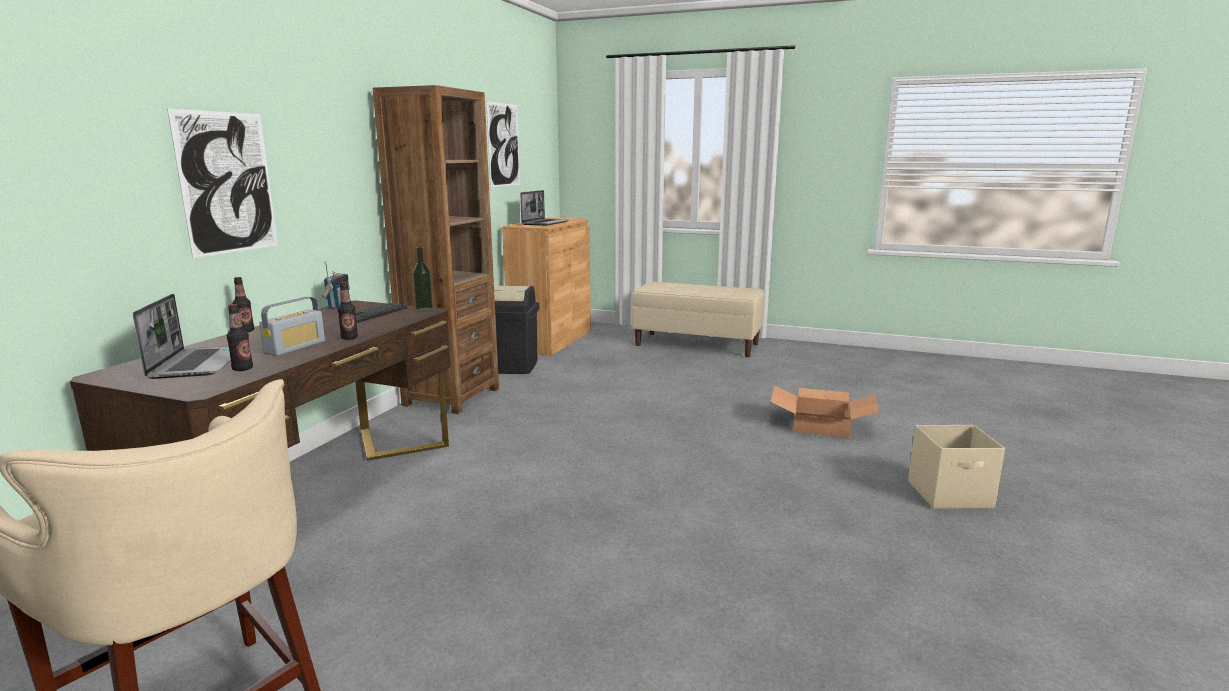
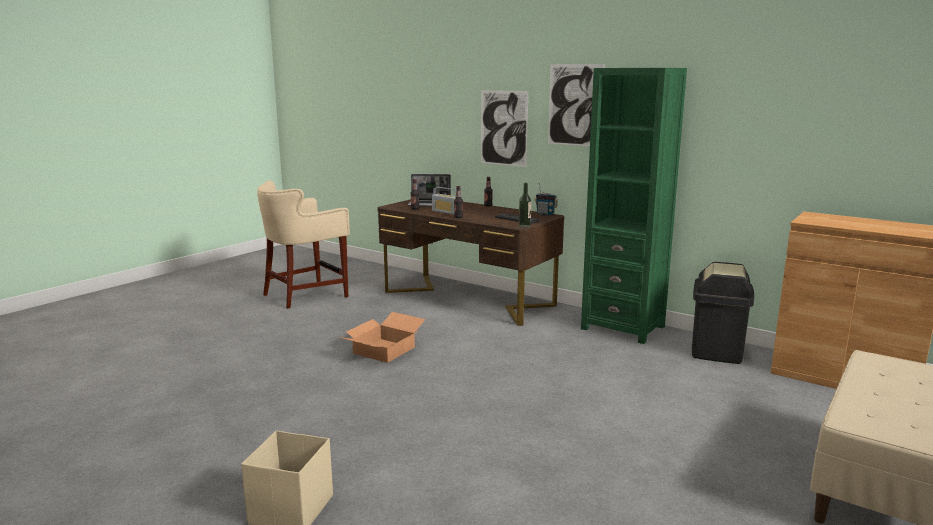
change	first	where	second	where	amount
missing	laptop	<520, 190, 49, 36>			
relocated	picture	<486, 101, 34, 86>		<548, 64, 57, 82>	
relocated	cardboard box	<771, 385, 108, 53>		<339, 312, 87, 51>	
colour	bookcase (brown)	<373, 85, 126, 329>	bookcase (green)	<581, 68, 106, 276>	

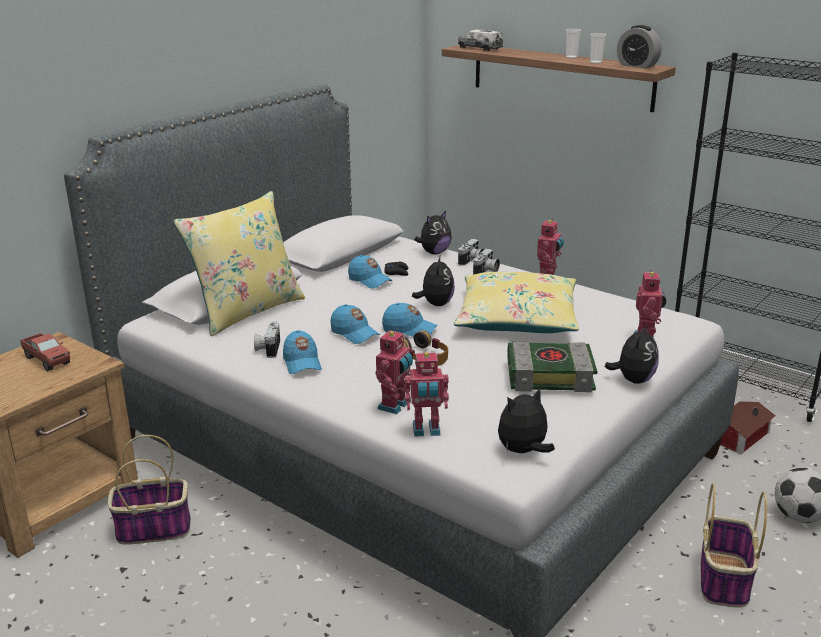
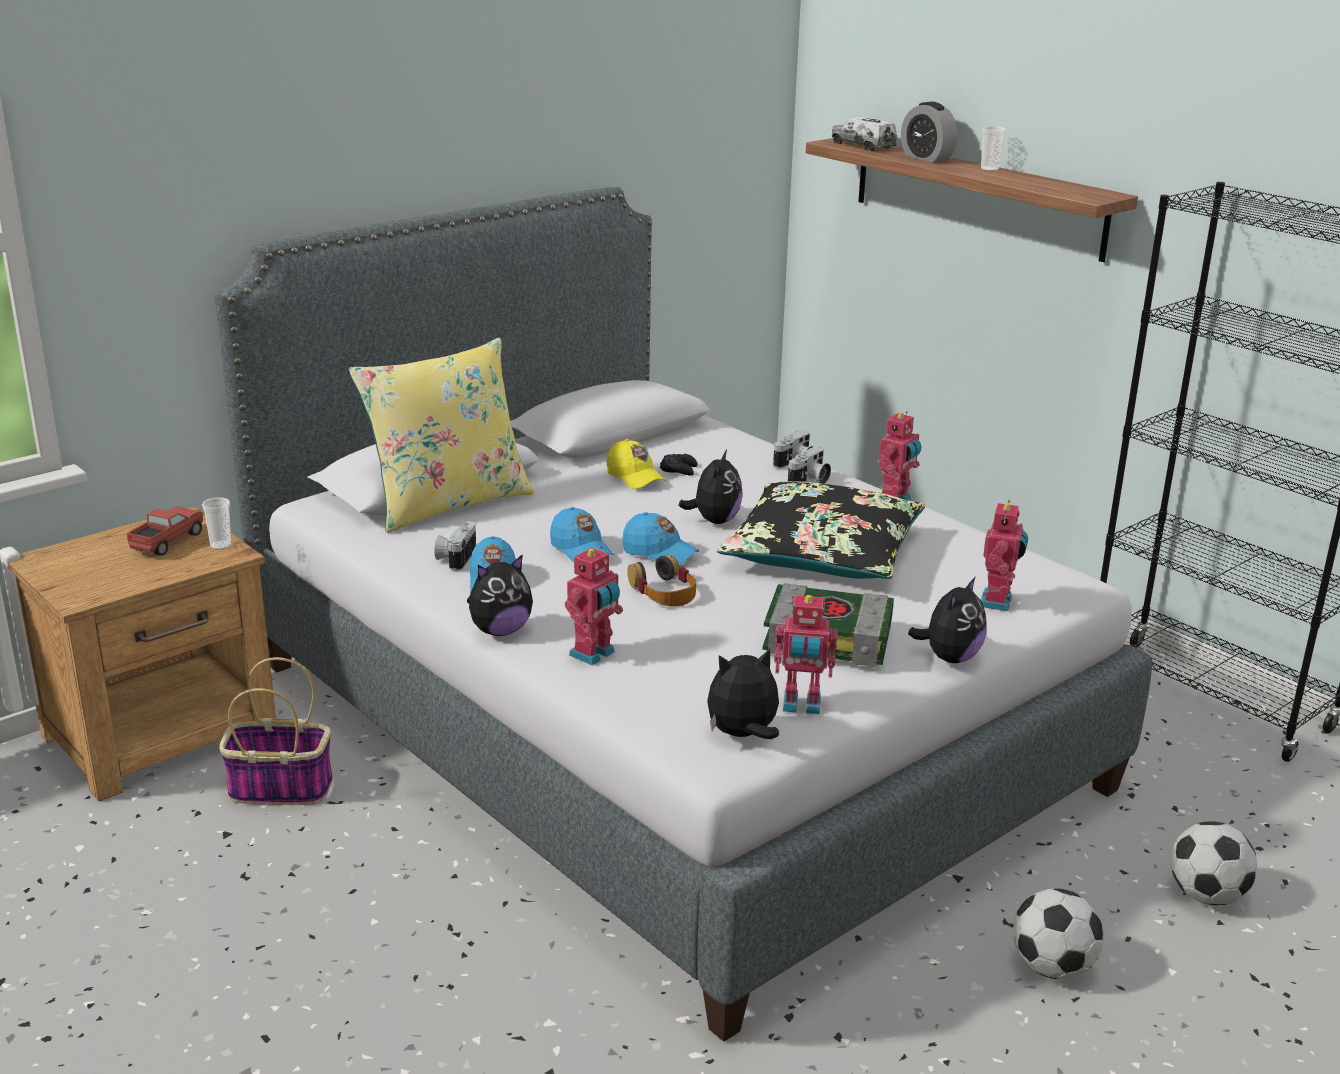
change	first	where	second	where	amount
missing	toy house	<720, 401, 56, 53>			
relocated	toy robot	<404, 352, 45, 85>		<774, 595, 64, 119>	
relocated	plush toy	<414, 211, 38, 43>		<467, 554, 66, 82>	
relocated	cup	<590, 33, 16, 31>		<202, 497, 30, 53>	
relocated	alarm clock	<617, 25, 45, 44>		<901, 102, 57, 61>	
exchanged	basket	<701, 483, 66, 125>	football	<1013, 888, 90, 91>	
colour	cap (blue)	<348, 255, 45, 34>	cap (yellow)	<607, 439, 59, 50>	
colour	pillow (yellow)	<454, 272, 125, 61>	pillow (black)	<717, 481, 208, 98>	
spun	toy truck	<20, 333, 50, 38>		<127, 506, 76, 50>	120 degrees counterclockwise

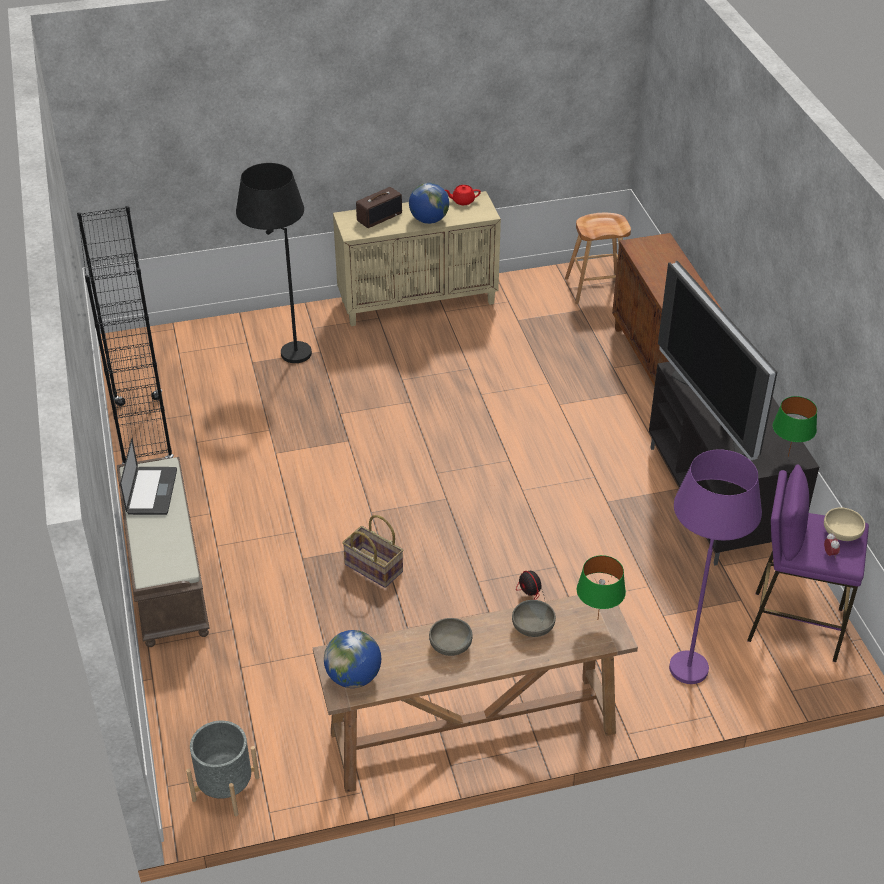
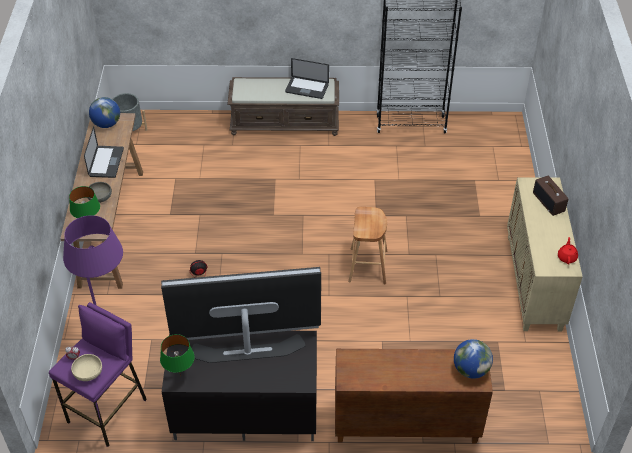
change	first	where	second	where	amount
missing	floor lamp (black)	<236, 163, 76, 200>			
missing	basket	<342, 515, 62, 73>			
relocated	globe	<409, 183, 40, 41>		<454, 339, 39, 40>	
relocated	stool (brown)	<565, 213, 66, 91>		<348, 207, 39, 78>	
exchanged	bowl (grey)	<429, 618, 44, 38>	laptop	<84, 126, 40, 52>	

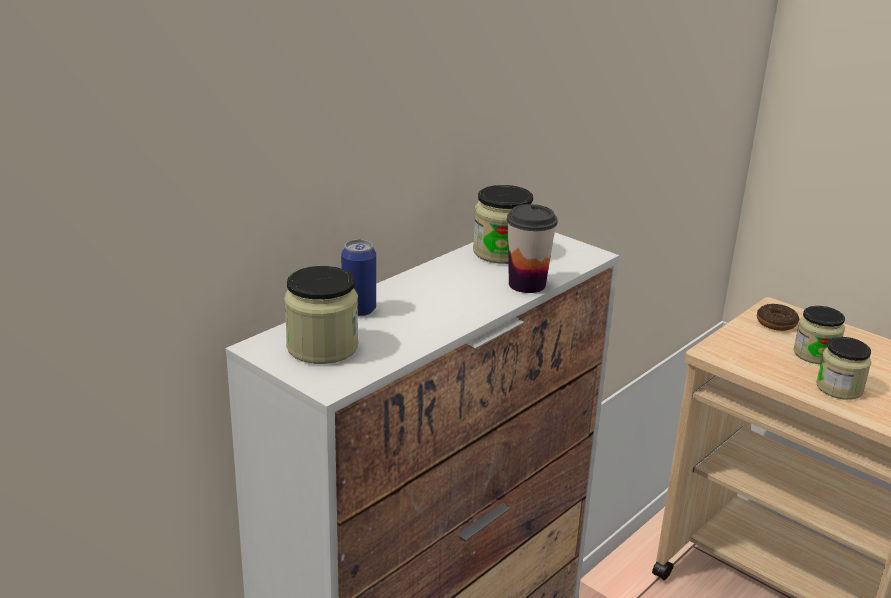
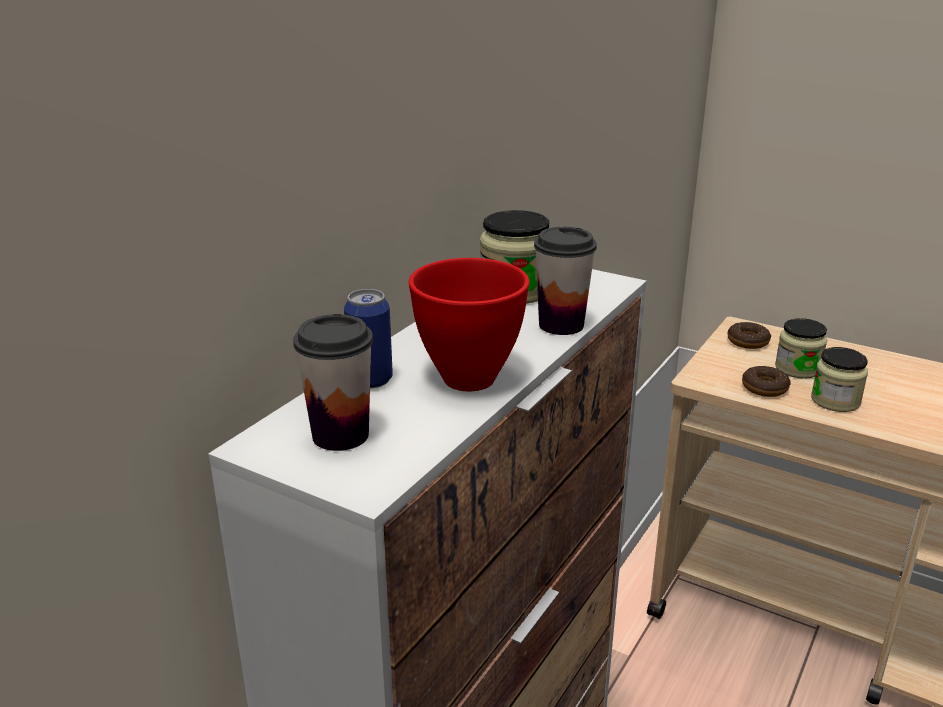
change	first	where	second	where	amount
appeared			bowl (red)	<409, 258, 120, 133>	
appeared			donut	<742, 366, 49, 31>	
exchanged	jar	<284, 266, 74, 98>	cup	<293, 314, 80, 137>	

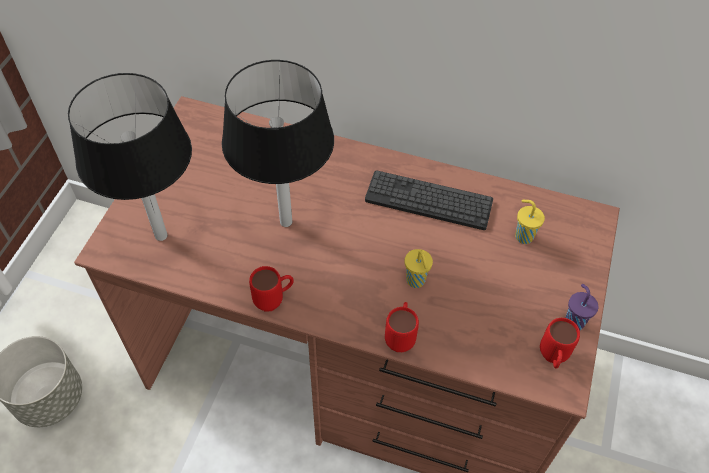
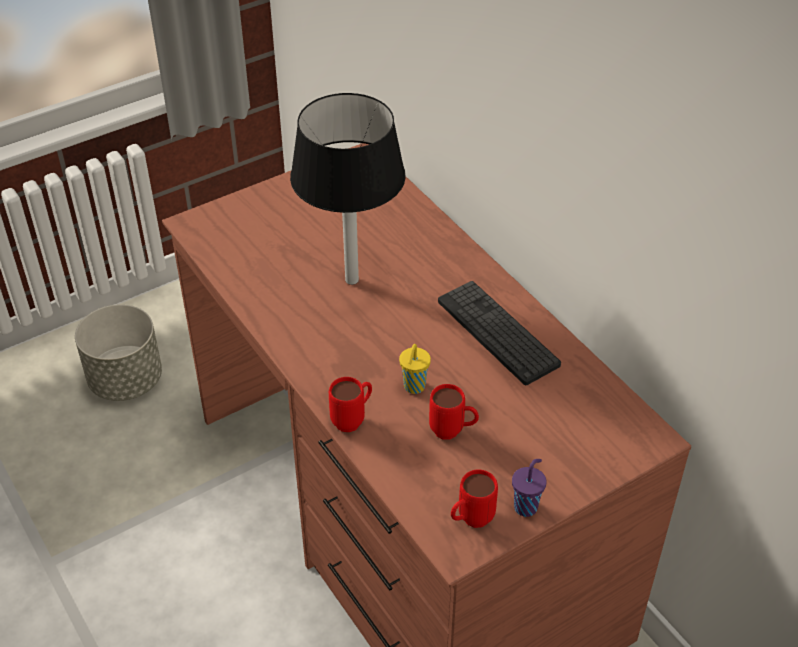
change	first	where	second	where	amount
missing	table lamp (black)	<68, 73, 124, 168>			
missing	cup (yellow)	<515, 200, 30, 44>			
relocated	mug (red)	<249, 266, 45, 46>		<429, 384, 50, 56>	

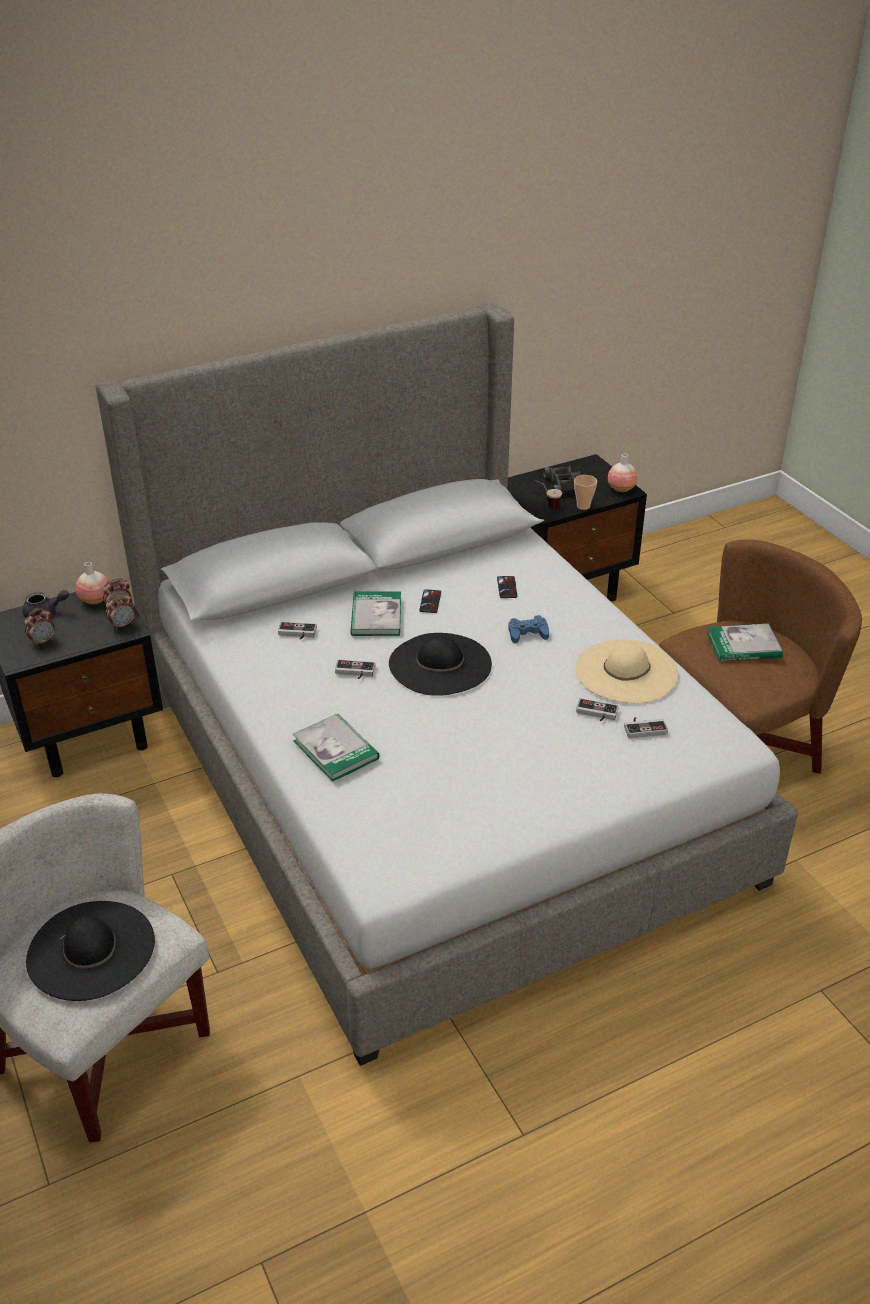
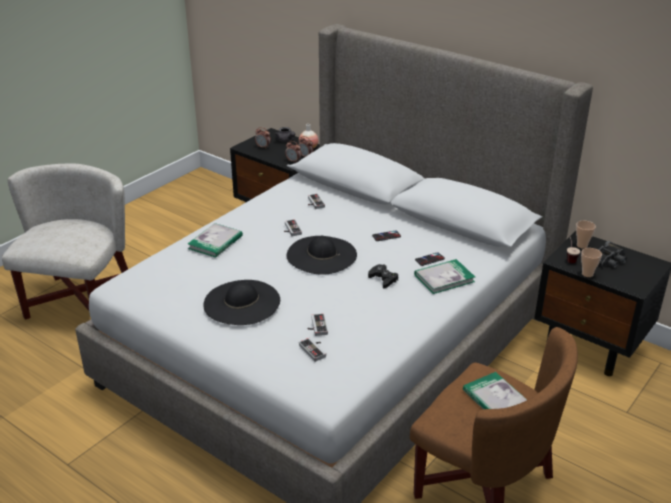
change	first	where	second	where	amount
missing	hat (beige)	<576, 639, 103, 64>			
missing	vase	<608, 454, 30, 38>			
appeared			cup	<576, 221, 20, 28>	
relocated	hat (black)	<26, 901, 129, 100>		<203, 280, 77, 45>	
relocated	book	<350, 591, 51, 45>		<414, 259, 61, 35>	
colour	game controller (blue)	<508, 615, 41, 28>	game controller (black)	<368, 264, 30, 25>	

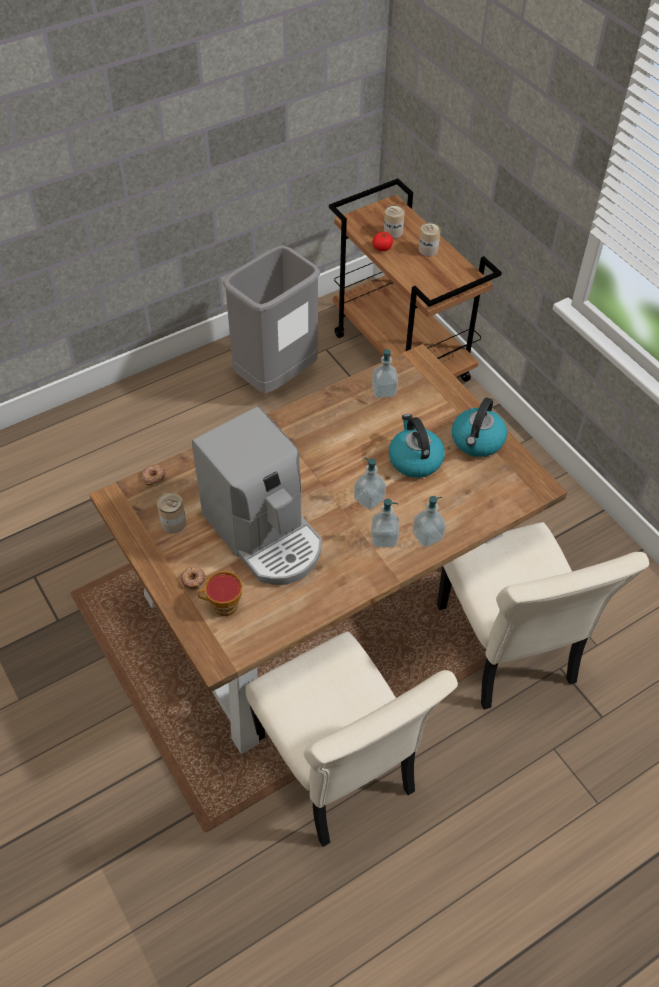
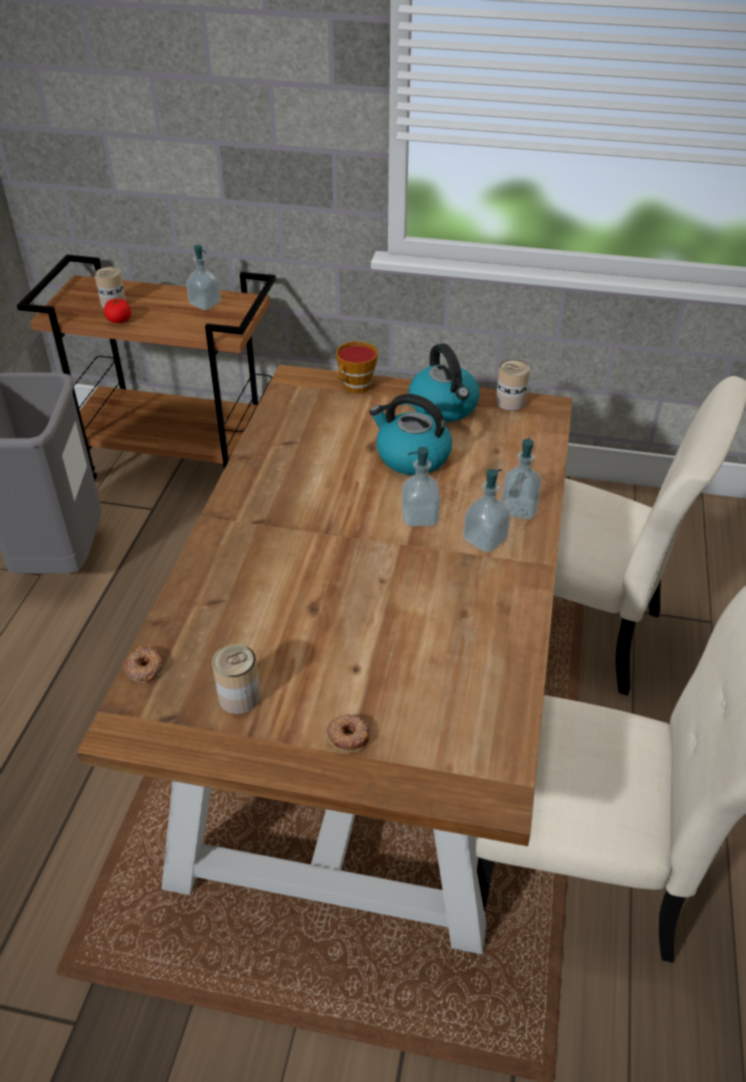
change	first	where	second	where	amount
missing	coffee machine	<192, 406, 130, 179>			
relocated	cup	<198, 571, 45, 45>		<336, 341, 42, 53>	
relocated	soap dispenser	<372, 349, 26, 49>		<186, 245, 35, 65>	
relocated	can	<419, 223, 22, 33>		<496, 359, 34, 52>	

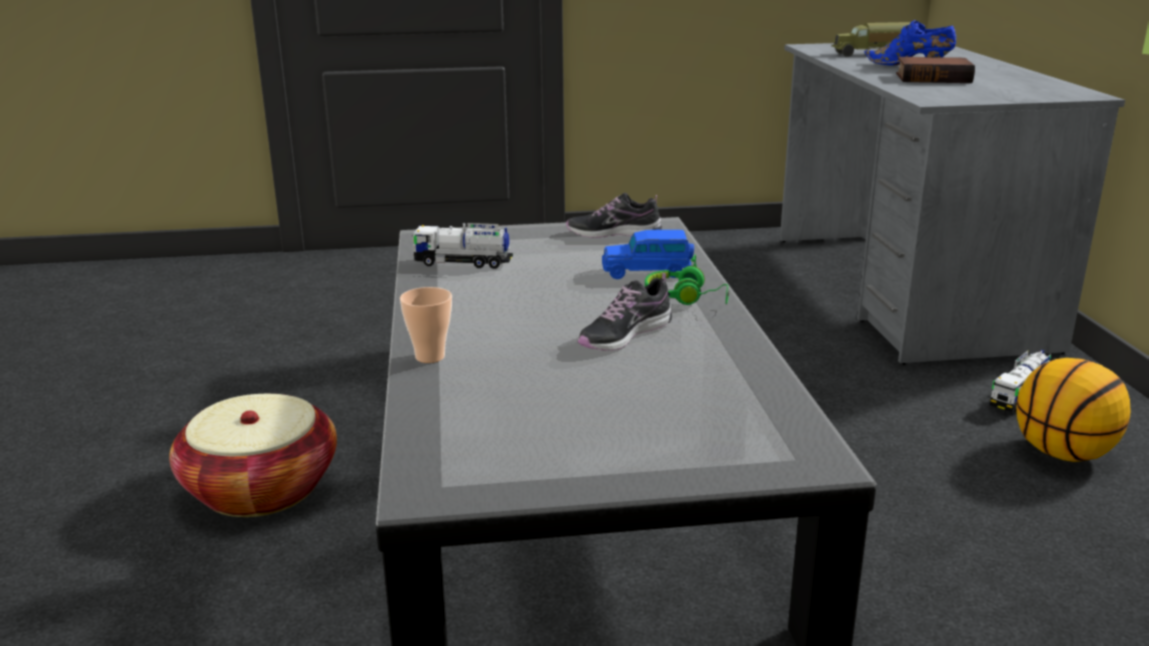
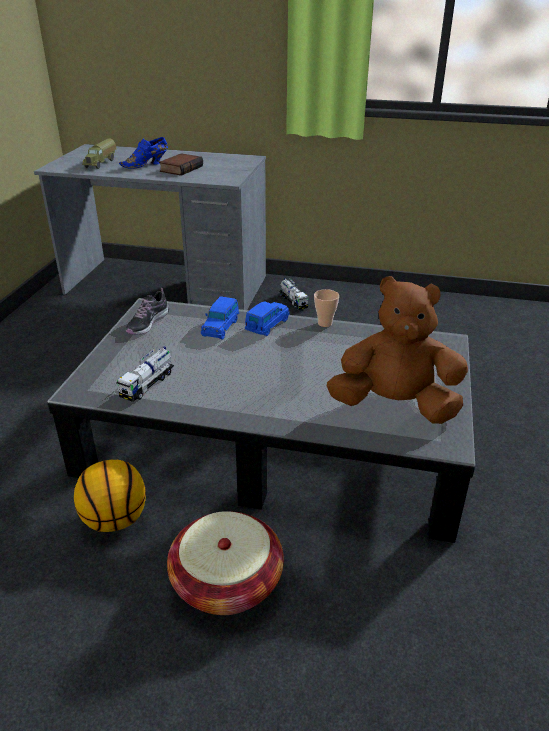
change	first	where	second	where	amount
missing	shoe	<578, 273, 94, 78>			
appeared			plush toy (brown)	<327, 276, 141, 148>	
relocated	cup	<400, 287, 52, 76>		<314, 289, 25, 38>	
relocated	basketball	<1016, 358, 115, 104>		<74, 460, 72, 72>	
exchanged	headphones (green)	<645, 255, 84, 50>	toy car (blue)	<245, 301, 45, 35>	

